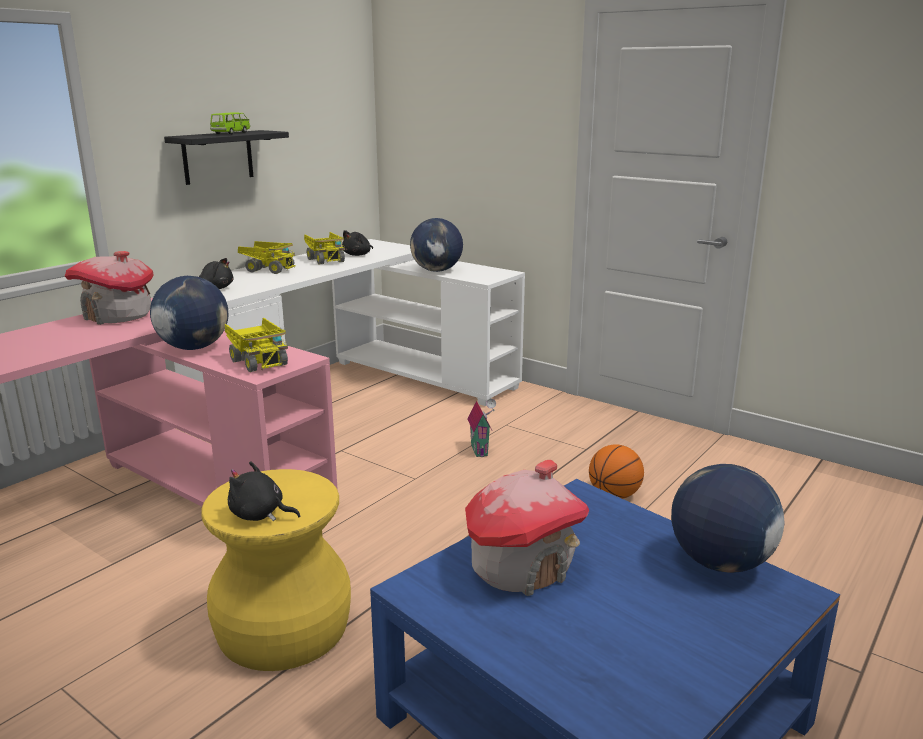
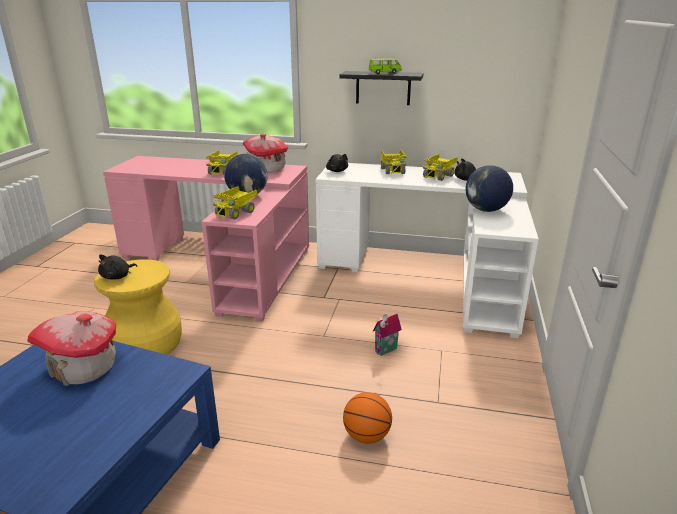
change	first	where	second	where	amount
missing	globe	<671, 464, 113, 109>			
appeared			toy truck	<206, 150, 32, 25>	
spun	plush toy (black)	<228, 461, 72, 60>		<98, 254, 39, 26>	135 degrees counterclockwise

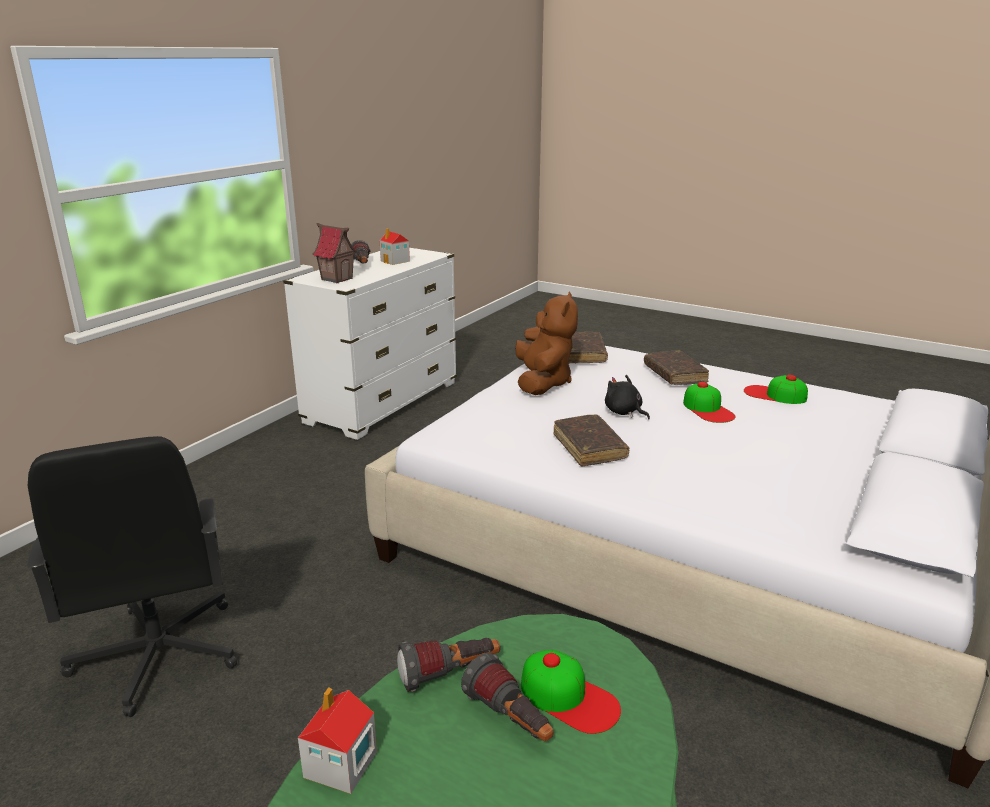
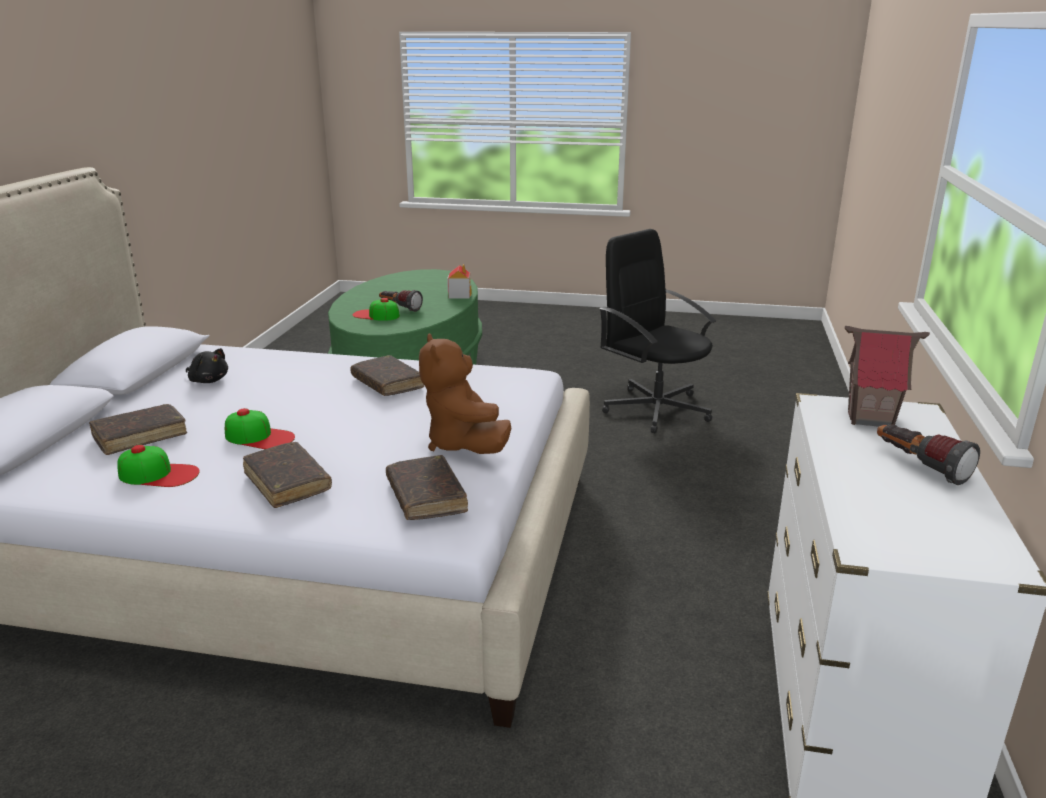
change	first	where	second	where	amount
missing	toy house	<380, 228, 30, 37>			
missing	flashlight	<397, 638, 103, 54>			
appeared			book (brown)	<89, 404, 98, 51>	
relocated	plush toy (black)	<605, 375, 45, 45>		<186, 348, 42, 35>	
spun	cap	<683, 382, 52, 41>		<225, 408, 70, 41>	150 degrees clockwise

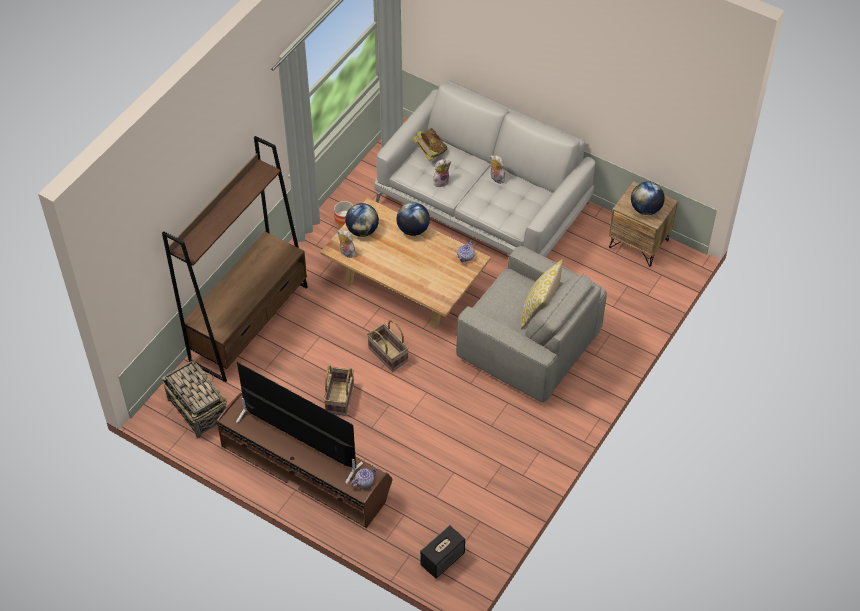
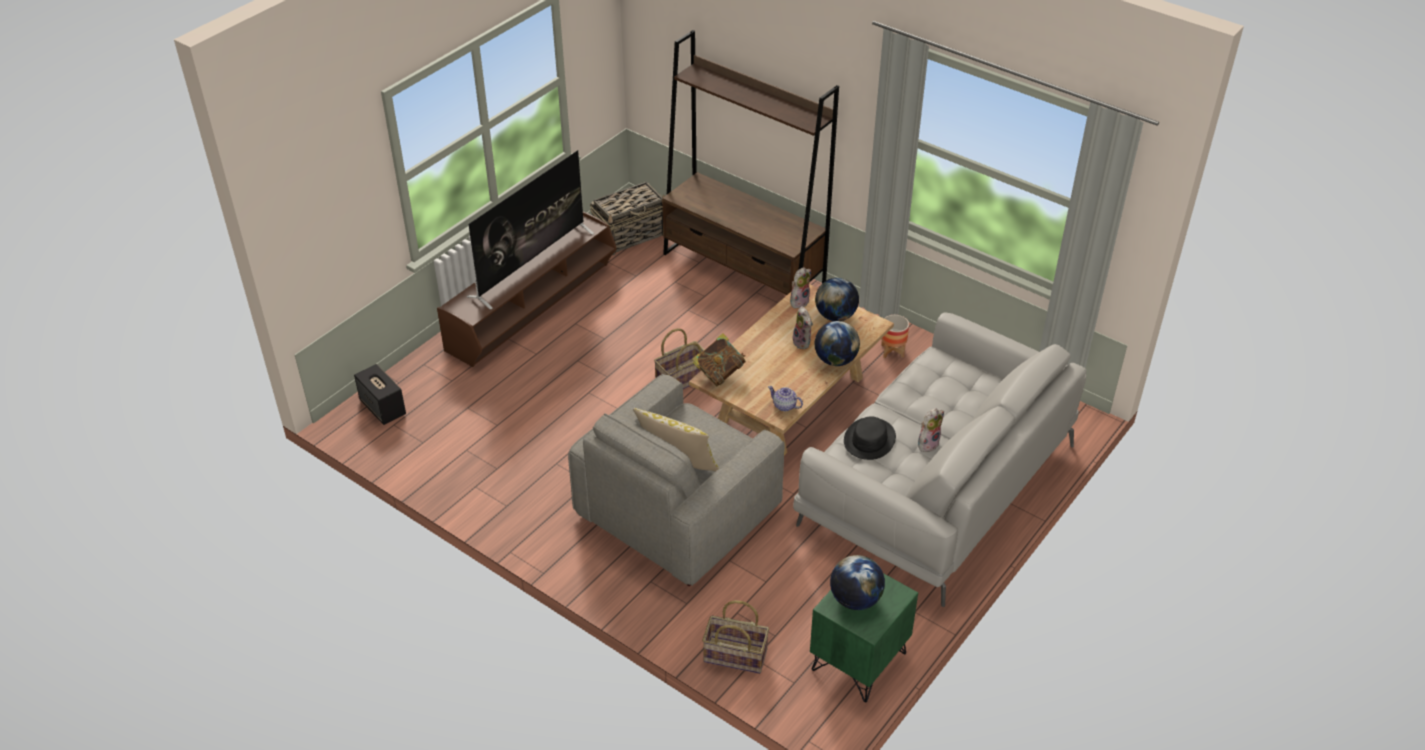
change	first	where	second	where	amount
missing	teapot	<351, 467, 27, 21>			
appeared			hat (black)	<844, 416, 52, 44>	
relocated	basket	<324, 366, 30, 50>		<702, 600, 67, 74>	
relocated	book	<412, 128, 36, 33>		<692, 333, 54, 53>	
relocated	plush toy	<433, 159, 18, 28>		<793, 306, 20, 43>	
colour	nightstand (brown)	<609, 181, 69, 86>	nightstand (green)	<810, 573, 108, 129>	

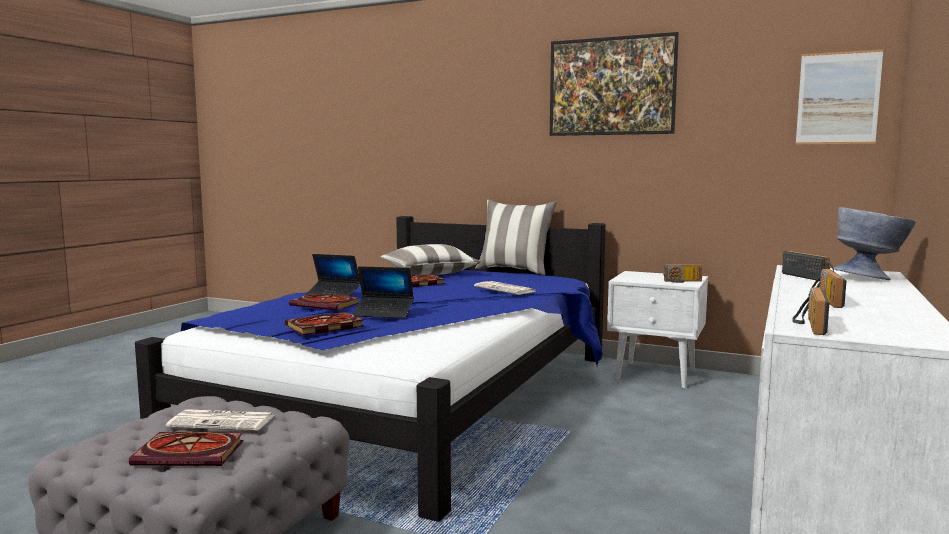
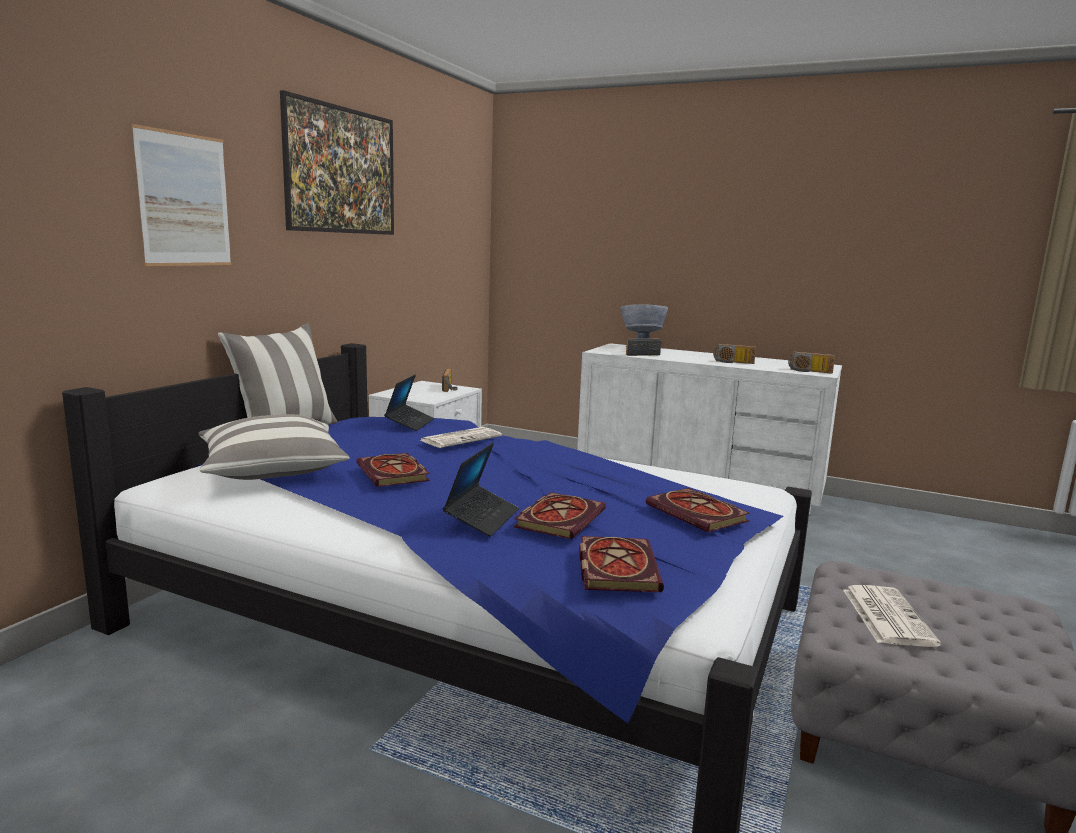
change	first	where	second	where	amount
relocated	book	<129, 431, 115, 35>		<579, 536, 85, 56>	
relocated	laptop	<352, 266, 62, 52>		<384, 375, 50, 56>	
relocated	picture	<796, 49, 88, 95>		<132, 124, 99, 142>	

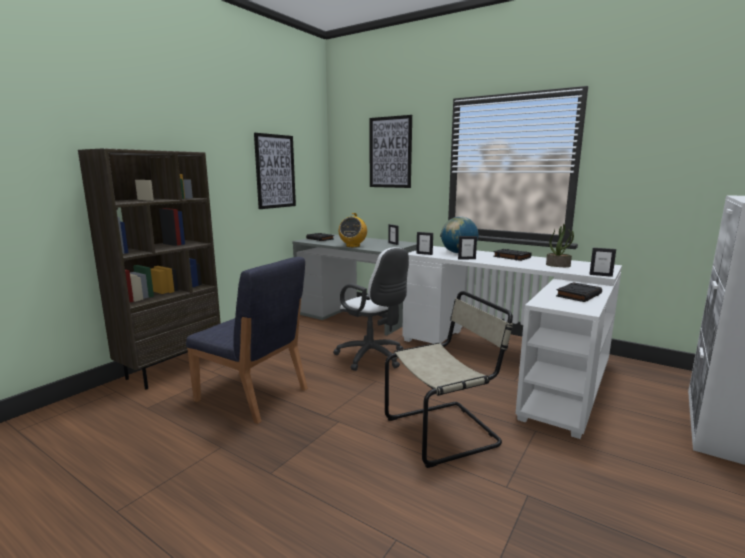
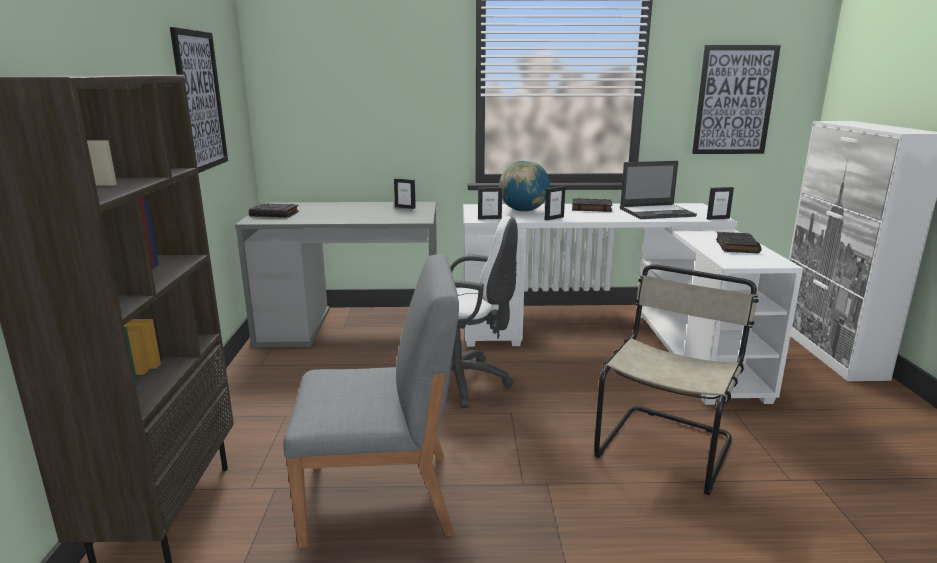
change	first	where	second	where	amount
missing	radio	<339, 213, 28, 34>			
relocated	picture	<370, 115, 42, 73>		<692, 45, 89, 109>	
exchanged	potted plant	<546, 224, 28, 43>	laptop	<620, 161, 77, 58>	
colour	chair (blue)	<186, 257, 122, 167>	chair (grey)	<283, 254, 176, 294>	

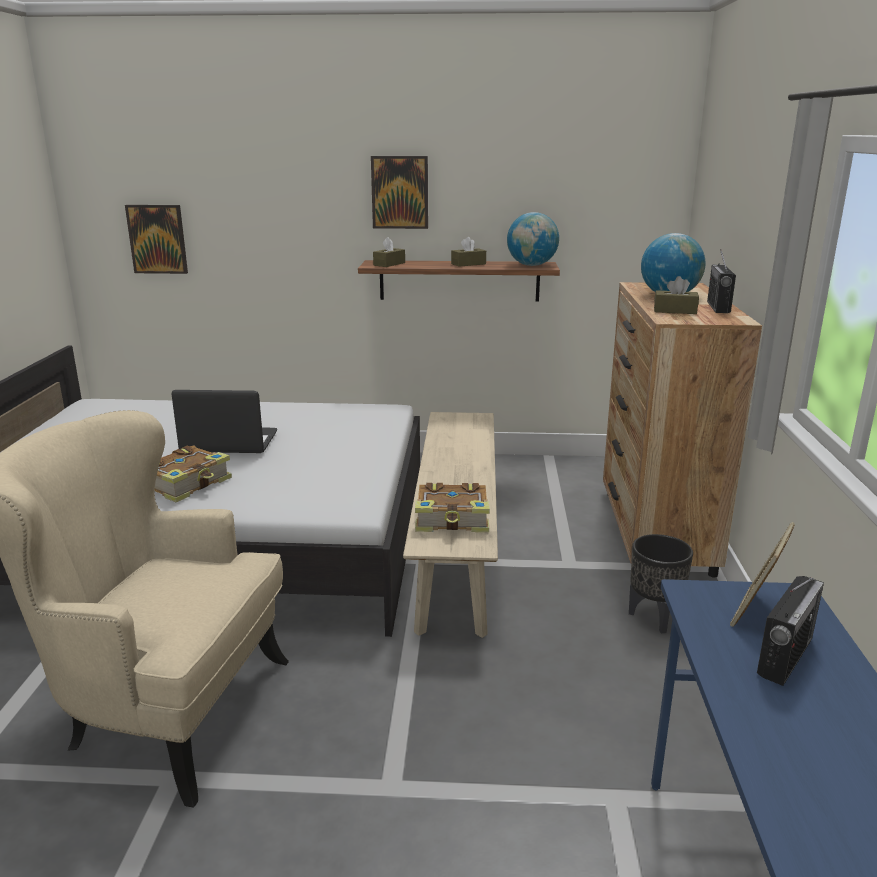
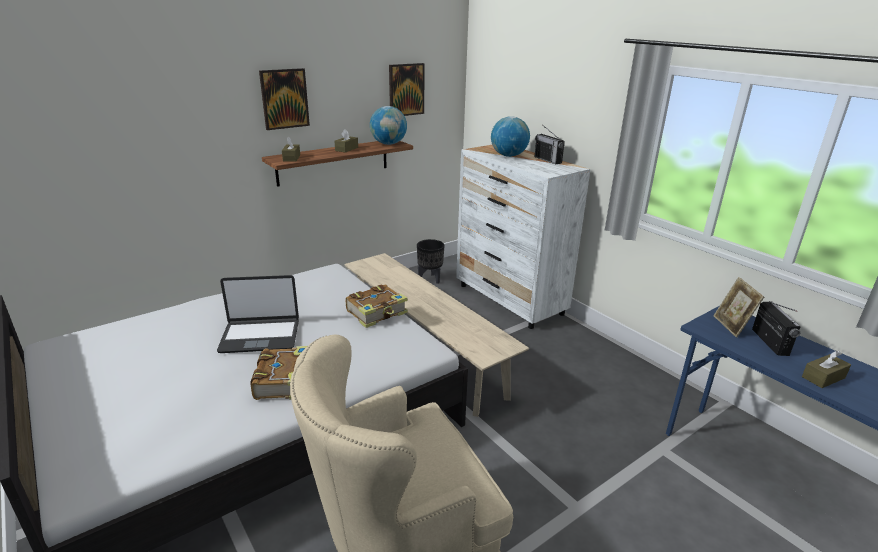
change	first	where	second	where	amount
relocated	picture	<125, 205, 63, 69>		<389, 63, 36, 53>	
relocated	book	<415, 483, 75, 49>		<346, 284, 62, 44>	
relocated	planter (black)	<629, 534, 64, 99>		<417, 239, 28, 45>	
relocated	tissue box (brown)	<654, 276, 45, 38>		<802, 351, 49, 37>	
colour	dresser (brown)	<603, 282, 159, 295>	dresser (white)	<456, 145, 134, 184>	
spun	laptop	<171, 390, 106, 63>		<217, 275, 82, 78>	150 degrees counterclockwise

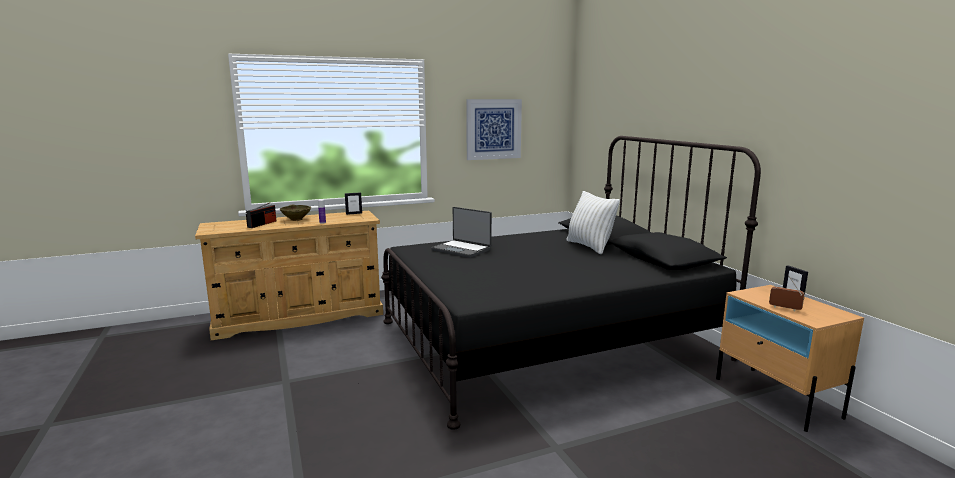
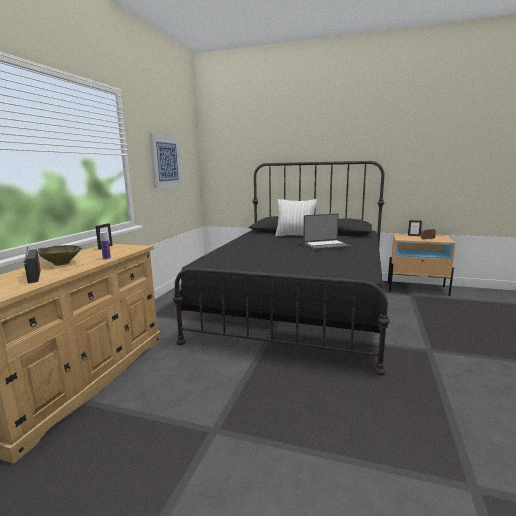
change	first	where	second	where	amount
relocated	laptop	<431, 207, 61, 51>		<303, 214, 48, 37>	

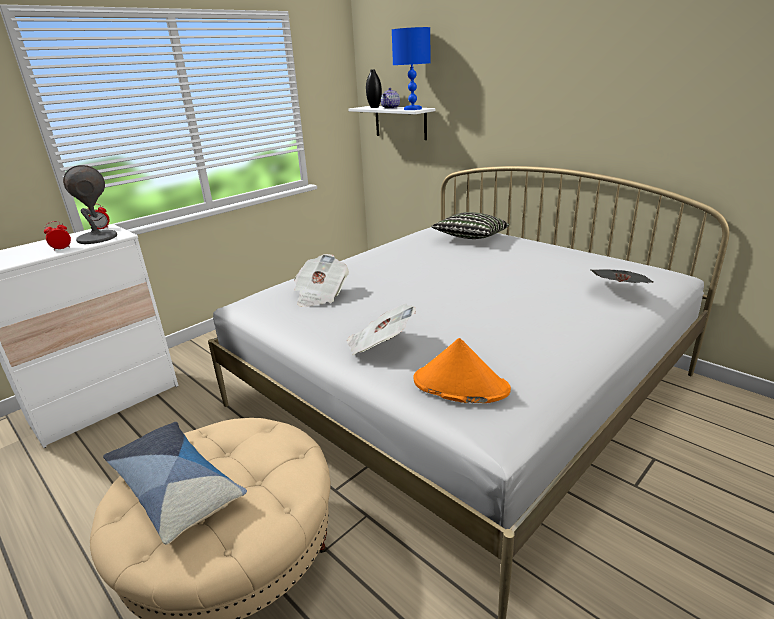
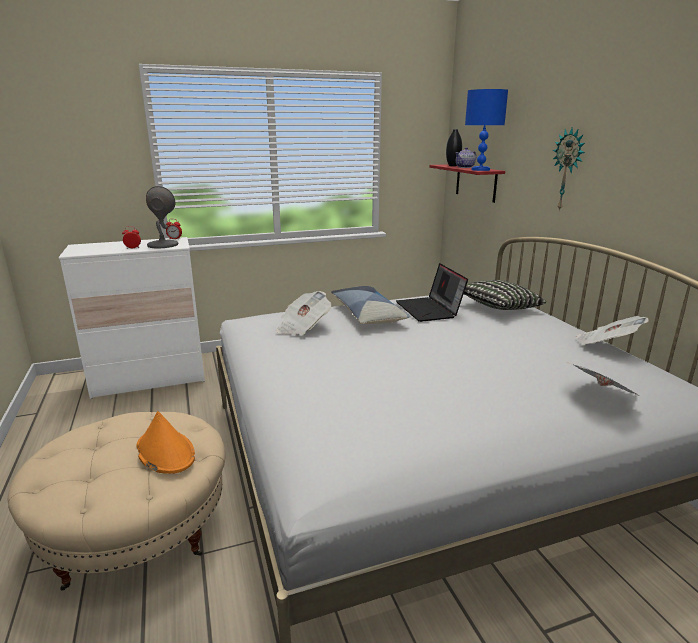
change	first	where	second	where	amount
appeared			laptop	<396, 263, 72, 59>	
appeared			wall clock	<553, 128, 32, 83>	
relocated	pillow	<103, 422, 144, 123>		<331, 286, 79, 38>	
relocated	newspaper	<347, 304, 69, 51>		<576, 316, 73, 29>	
relocated	hat (orange)	<414, 338, 97, 65>		<137, 411, 58, 63>	
colour	shelf (white)	<348, 106, 87, 34>	shelf (red)	<429, 164, 76, 39>	

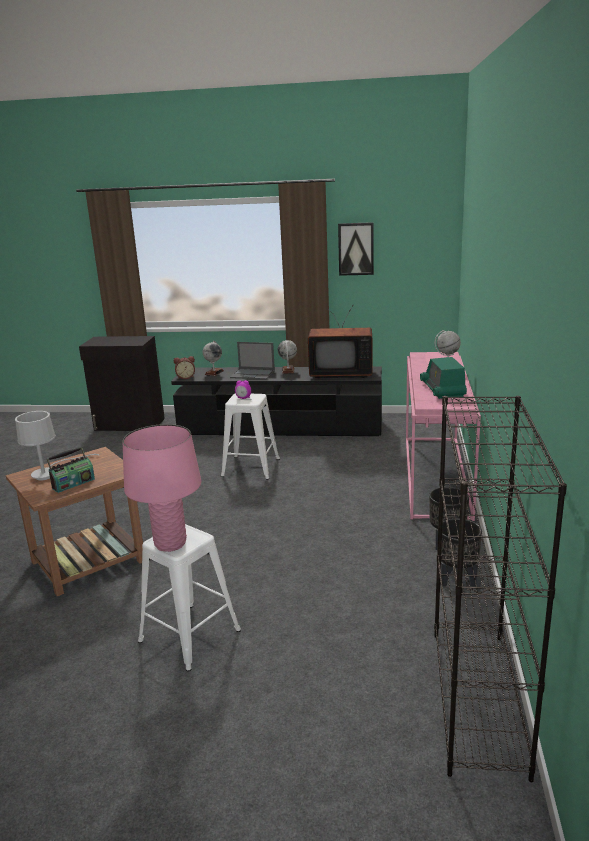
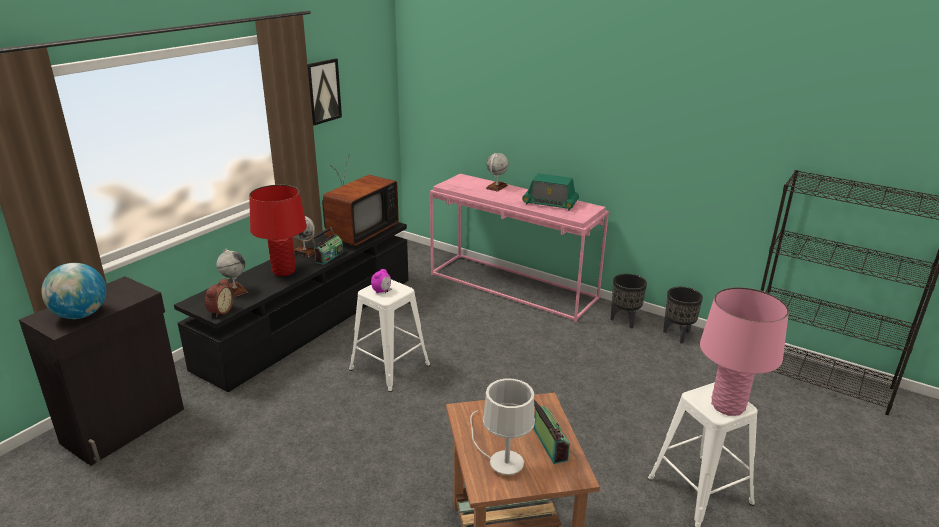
change	first	where	second	where	amount
appeared			globe	<41, 263, 65, 56>	
appeared			radio	<312, 227, 31, 38>	
exchanged	laptop	<230, 342, 45, 38>	table lamp (red)	<249, 185, 58, 91>	

